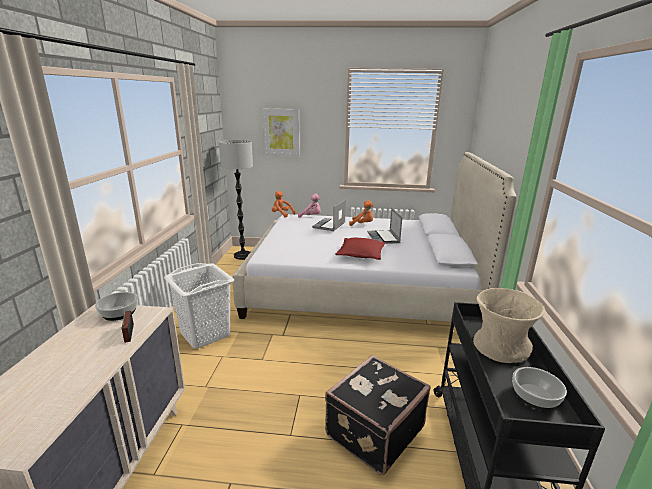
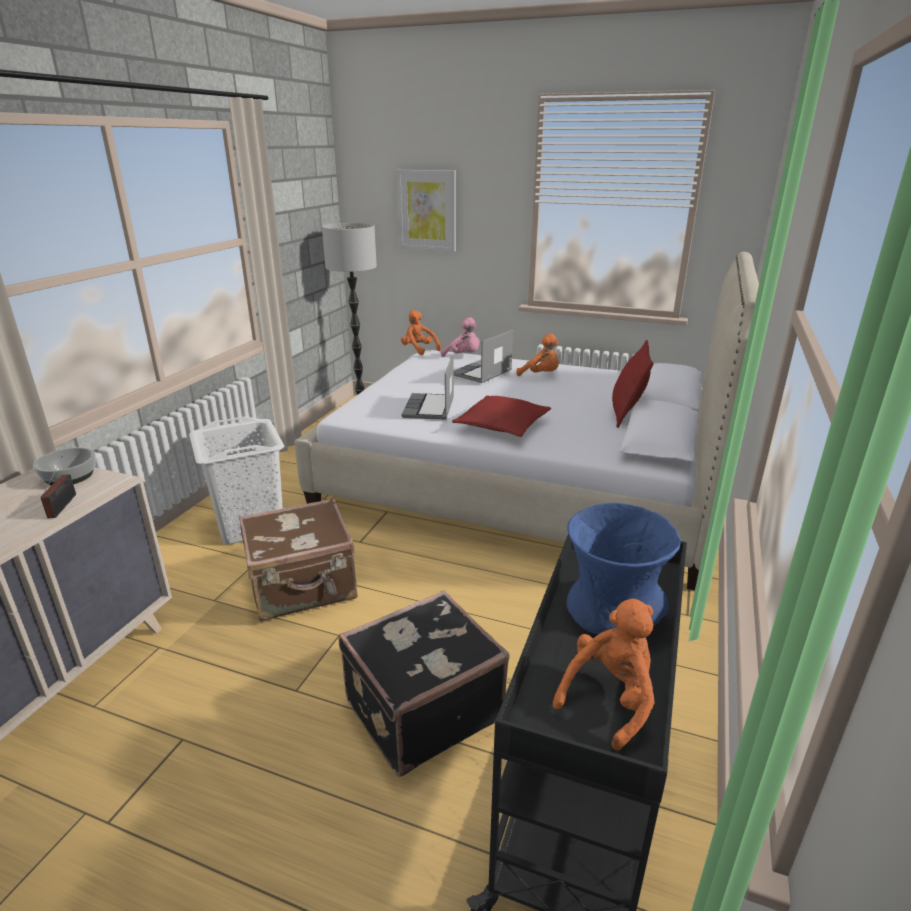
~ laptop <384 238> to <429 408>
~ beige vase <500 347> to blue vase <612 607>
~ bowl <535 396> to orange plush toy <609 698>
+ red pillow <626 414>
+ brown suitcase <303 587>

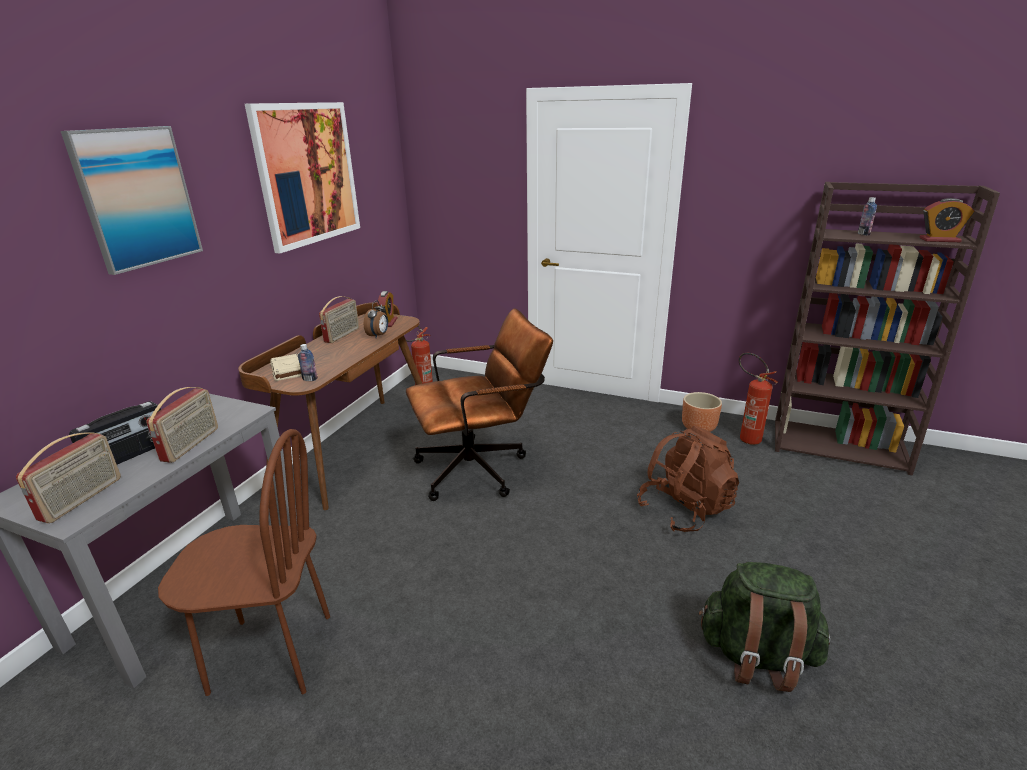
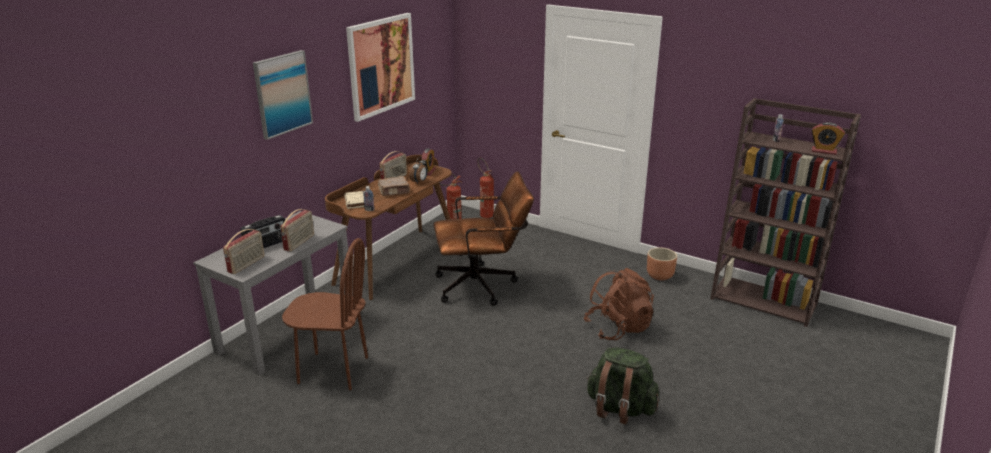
~ fire extinguisher <745 437> to <485 214>
+ brown book <394 192>

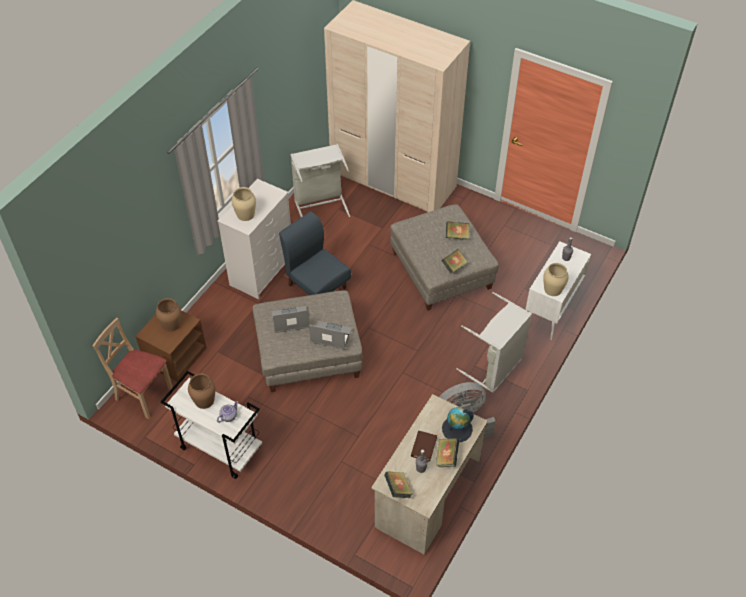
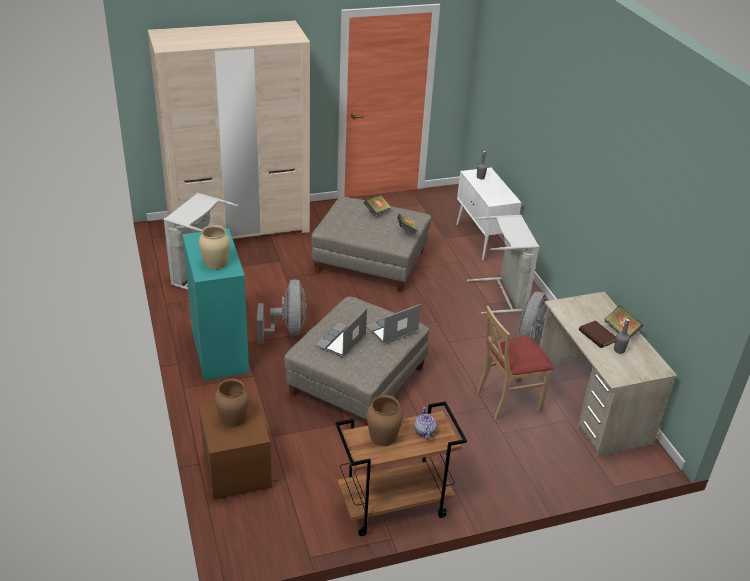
~ white dresser <262 270> to turquoise dresser <219 350>
~ blue chair <317 286> to grey fan <287 330>
- beige vase <553 289>
~ beige chair <143 395> to <508 400>
~ white cart <219 448> to brown cart <393 506>
- globe <457 429>
- book <398 489>

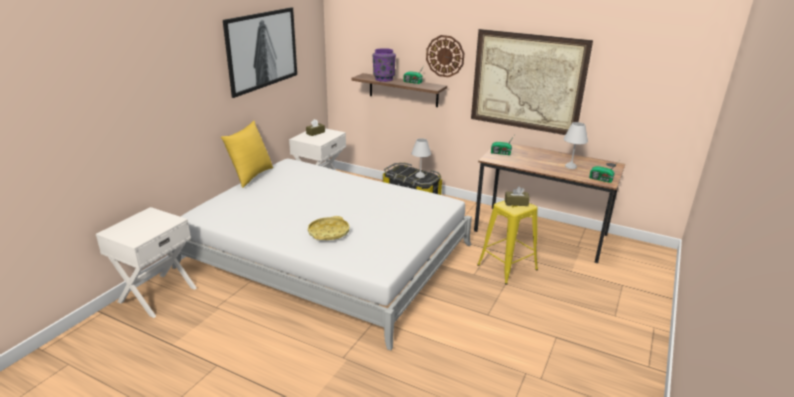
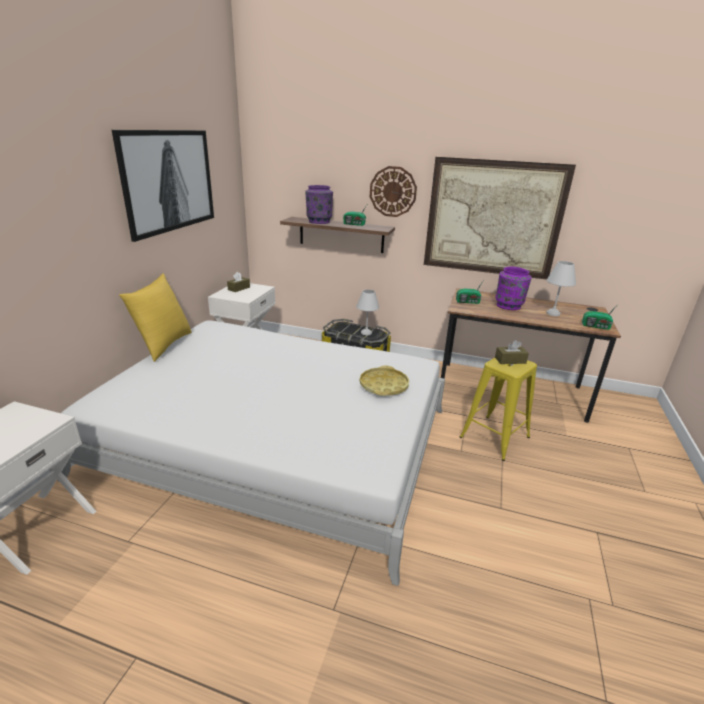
~ yellow tray <328 232> to <383 385>
+ purple vase <509 306>

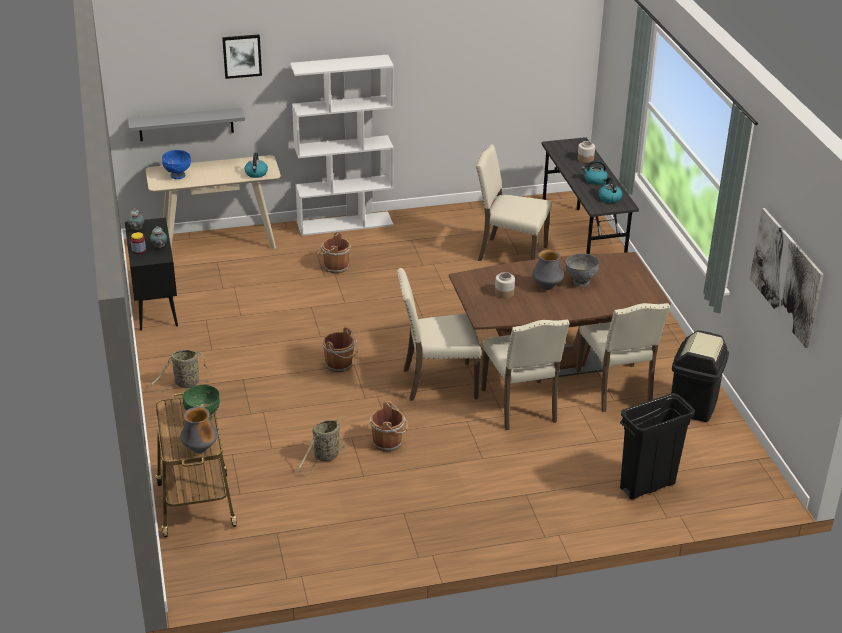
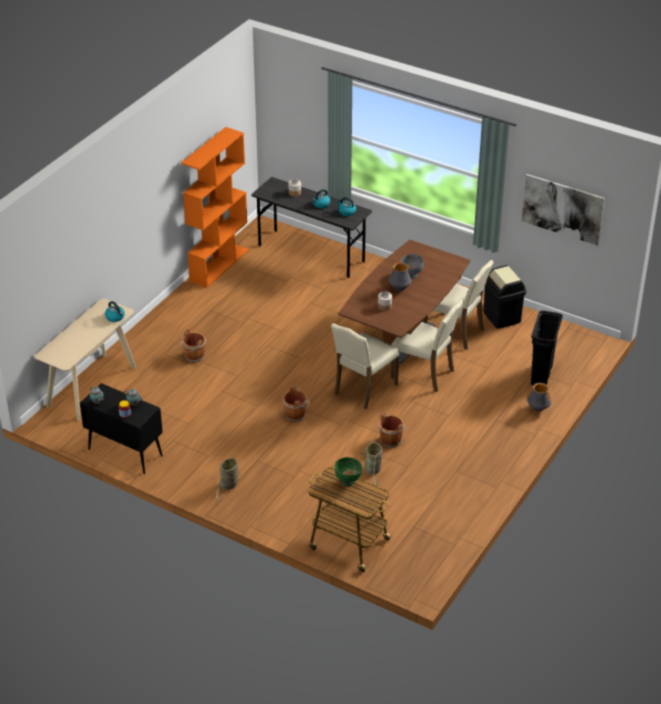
- picture <242 56>
- white bookcase <345 223>
- grey shelf <186 124>
- beige chair <510 254>
- blue bowl <177 176>
~ vase <200 449> to <538 409>
+ orange bookcase <219 265>

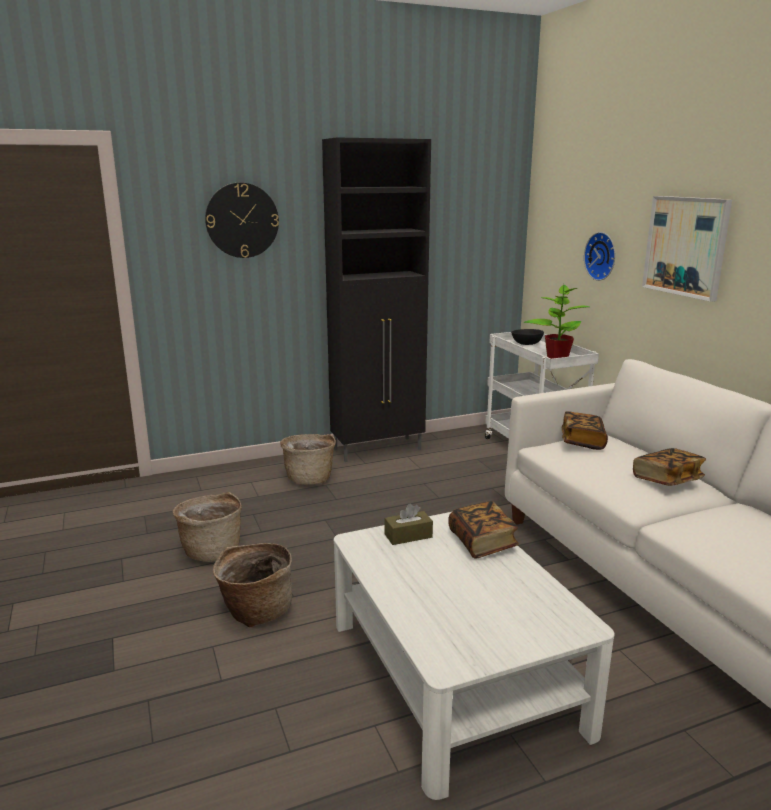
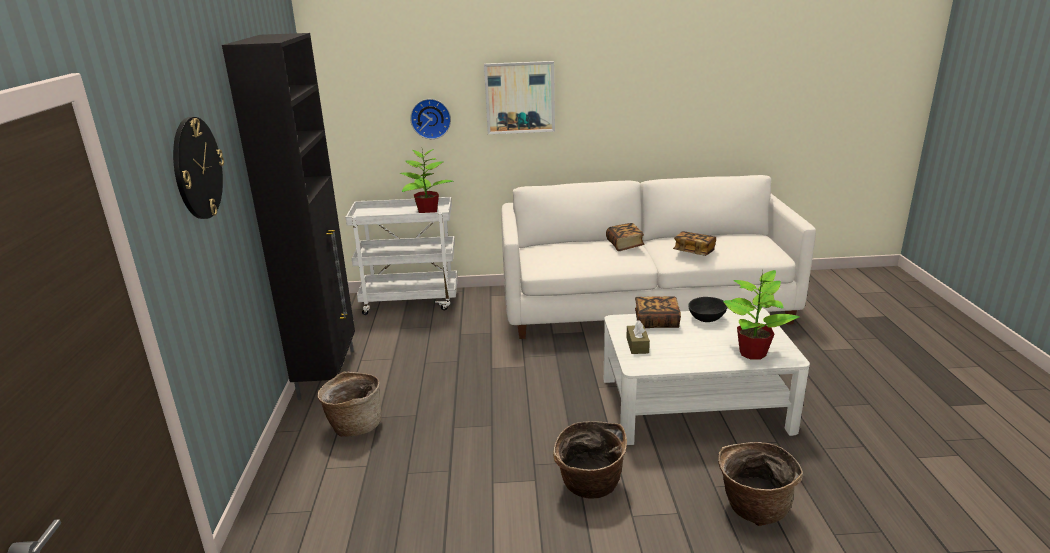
~ black bowl <527 344> to <706 318>
~ book <582 441> to <694 252>
~ basket <212 550> to <753 507>
+ potted plant <752 353>

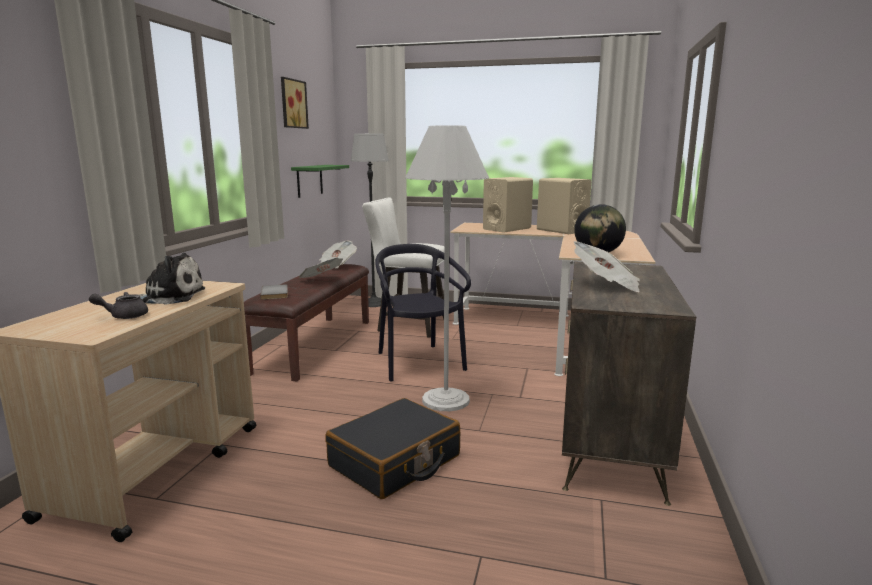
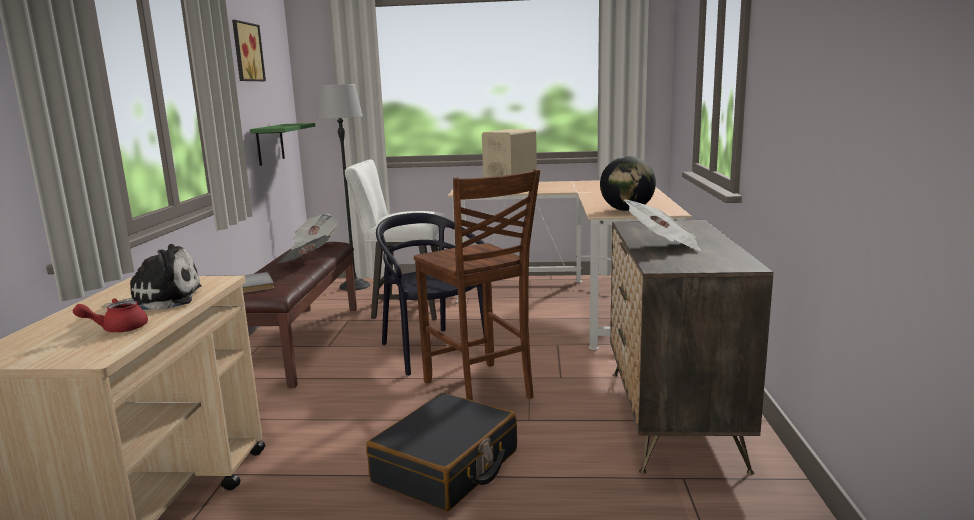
~ white floor lamp <445 400> to brown chair <479 390>
- beige speaker <561 230>
~ grey teapot <124 316> to red teapot <118 329>

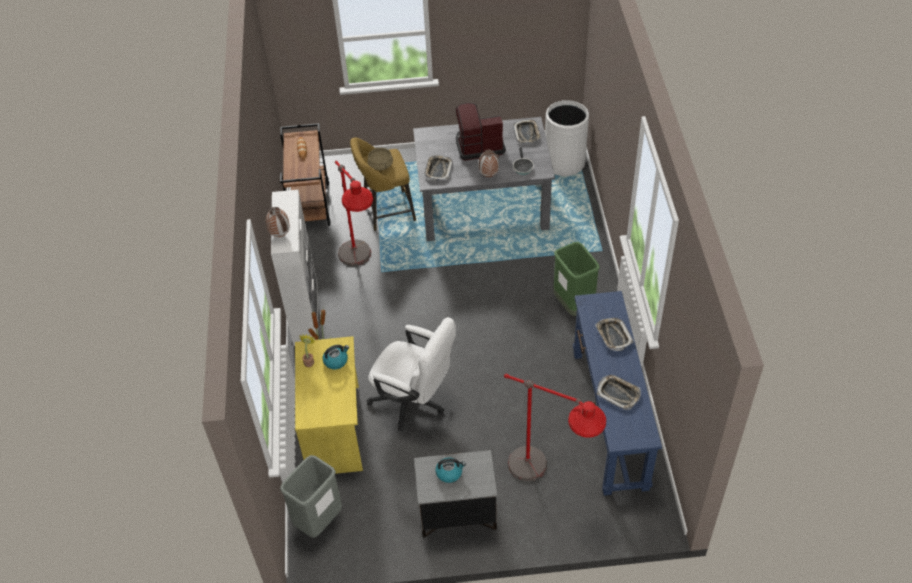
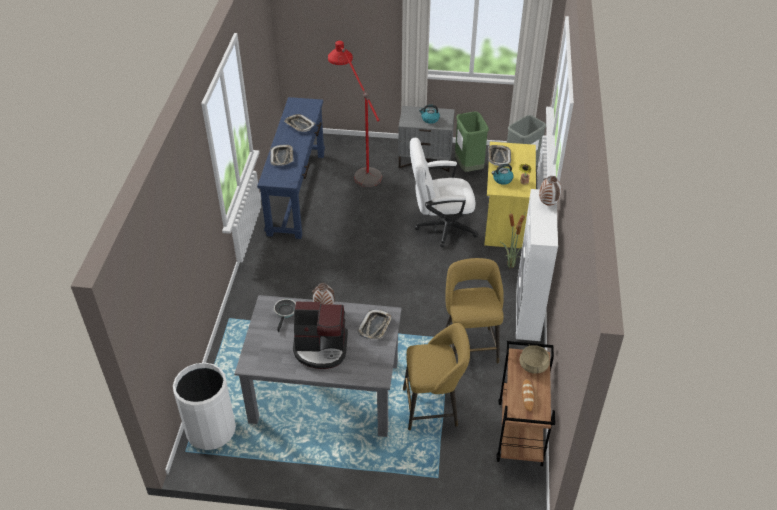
~ tray <527 133> to <498 157>
~ beige cooking pot <381 165> to <533 365>
~ red floor lamp <361 269> to yellow stool <470 344>
~ green trash can <573 305> to <468 167>
~ white office chair <414 402> = <440 227> 45 degrees counterclockwise

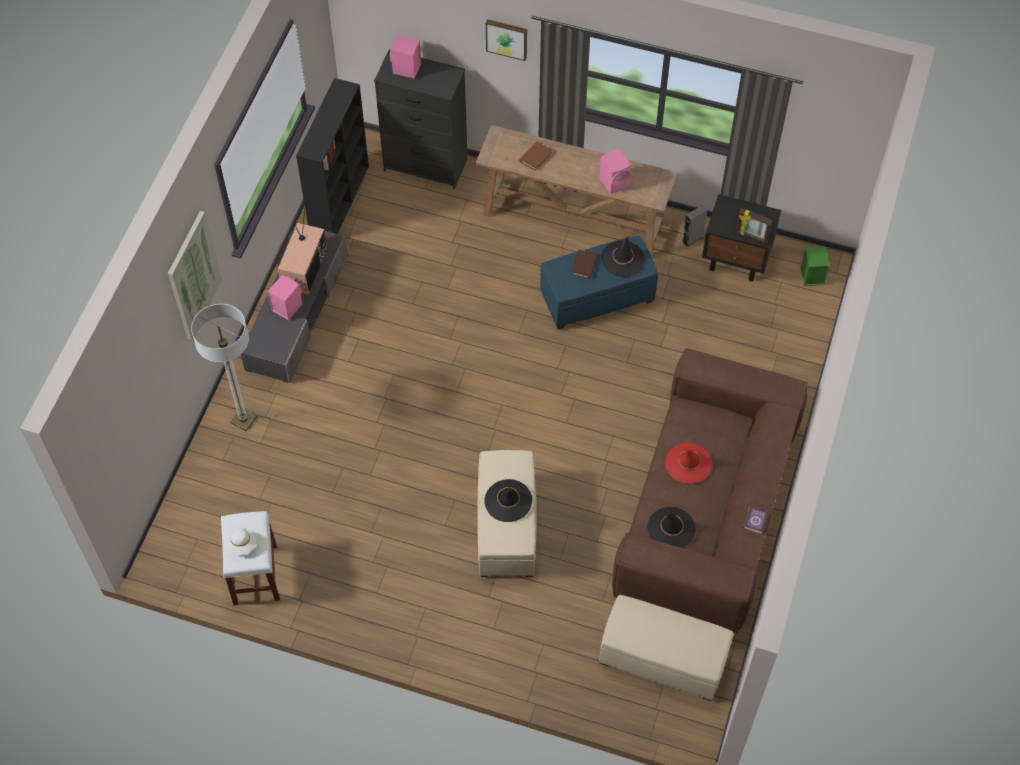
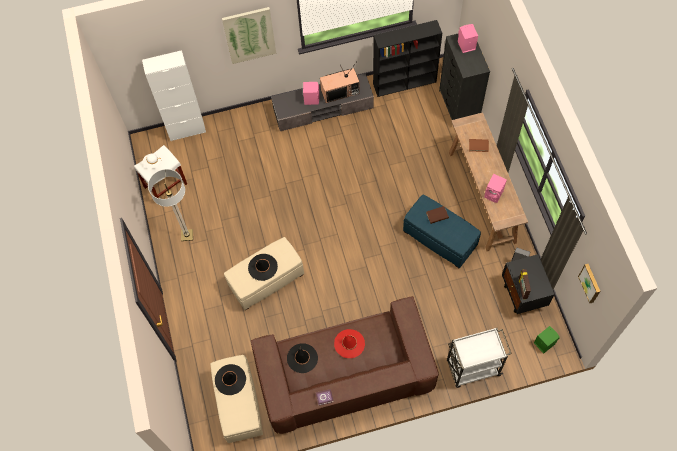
~ picture <507 38> to <590 283>
~ black hat <622 259> to <230 379>
~ floor lamp <243 420> to <187 235>
+ white cabinet <186 130>
+ white cart <472 368>

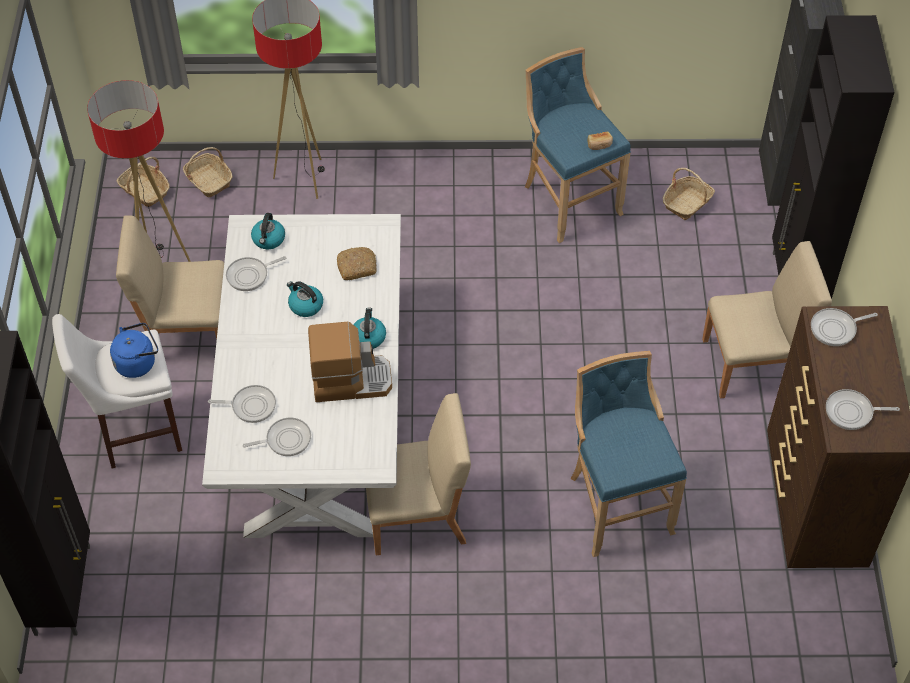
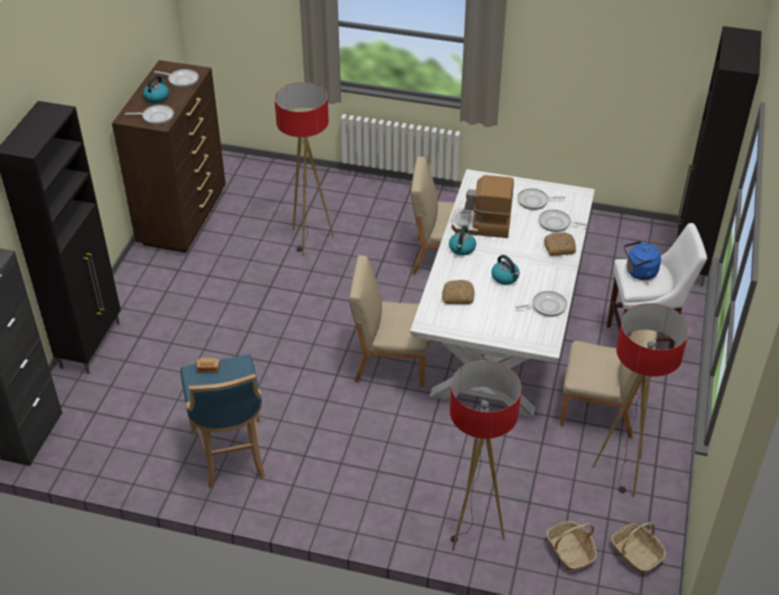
- basket <687 203>
~ kettle <268 239> to <157 97>
~ beige chair <753 363> to <391 362>
~ blue stool <616 503> to floor lamp <309 240>
+ bread <559 248>

